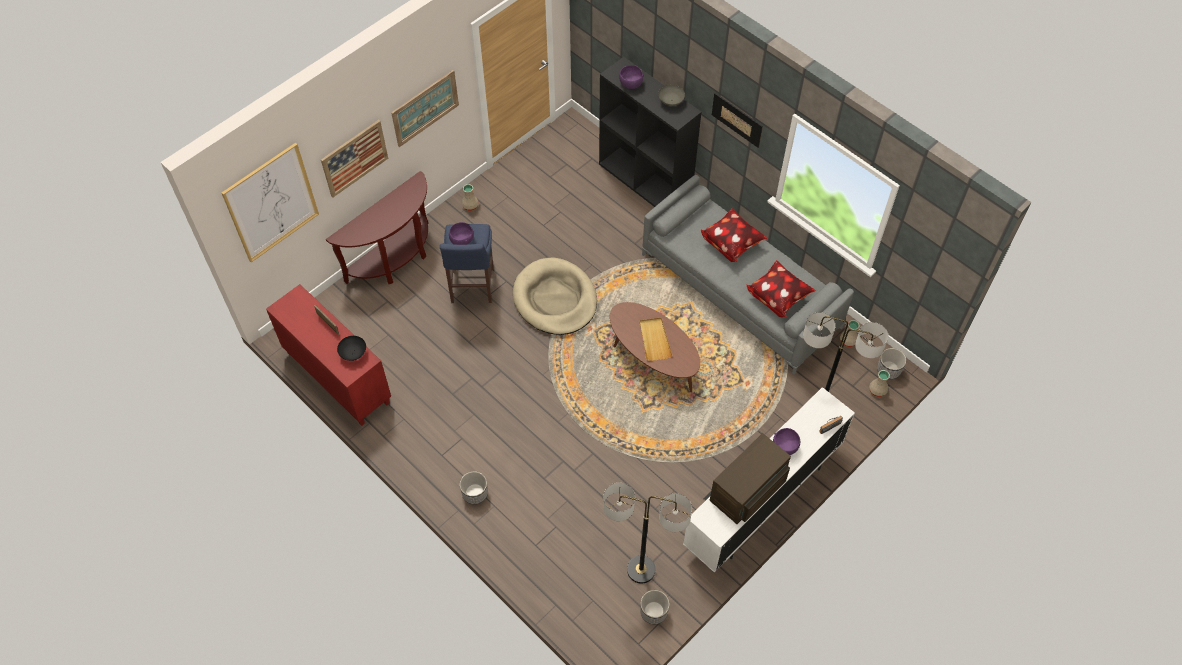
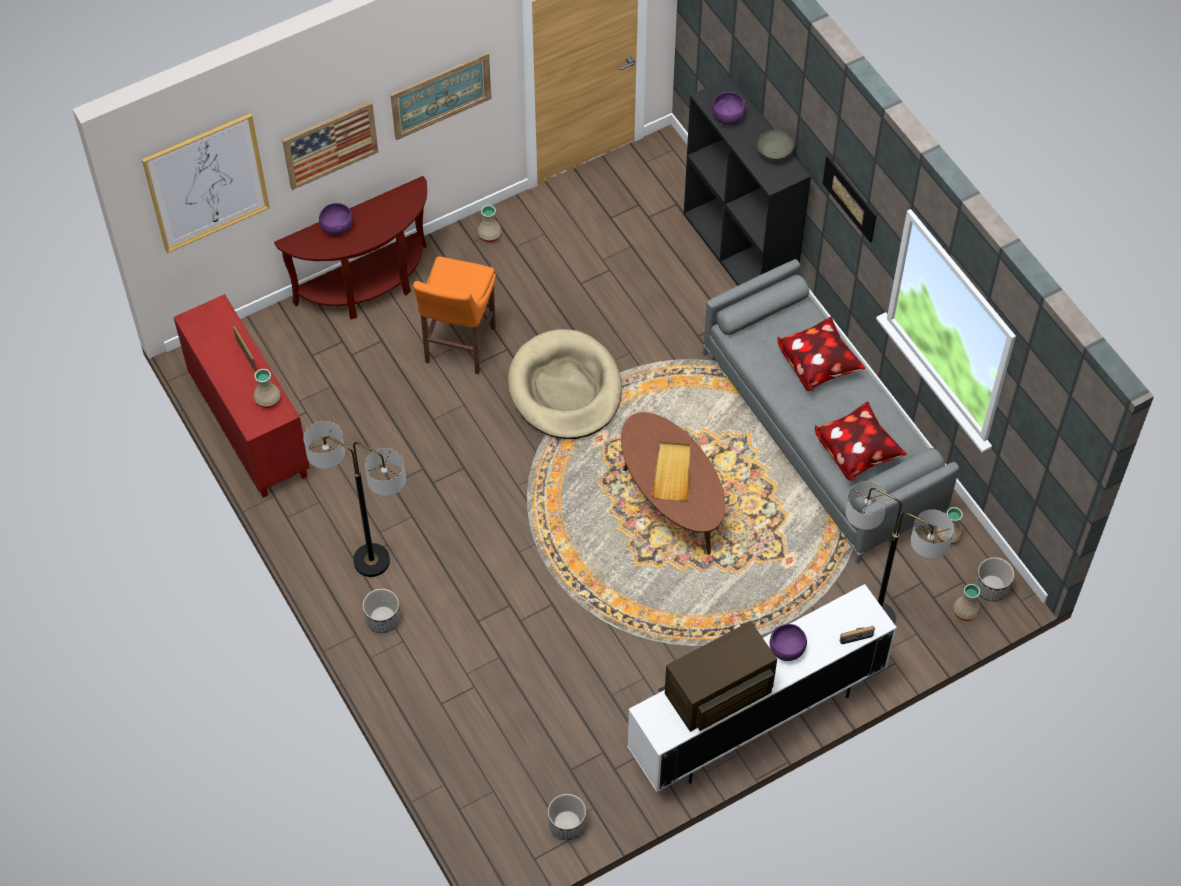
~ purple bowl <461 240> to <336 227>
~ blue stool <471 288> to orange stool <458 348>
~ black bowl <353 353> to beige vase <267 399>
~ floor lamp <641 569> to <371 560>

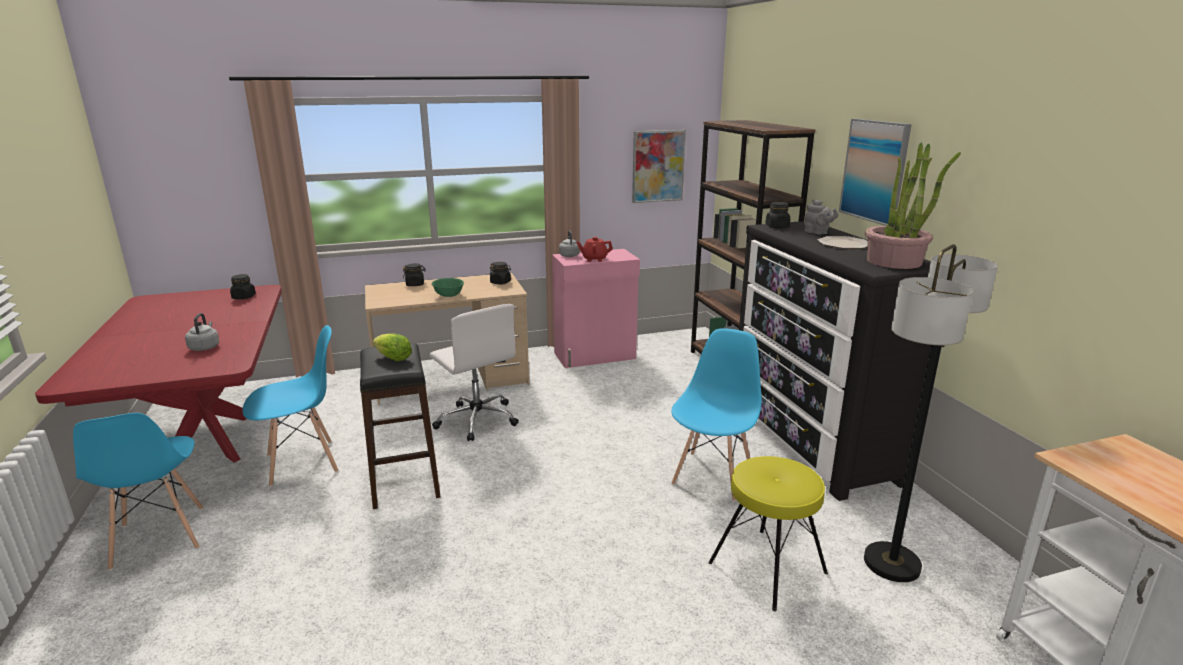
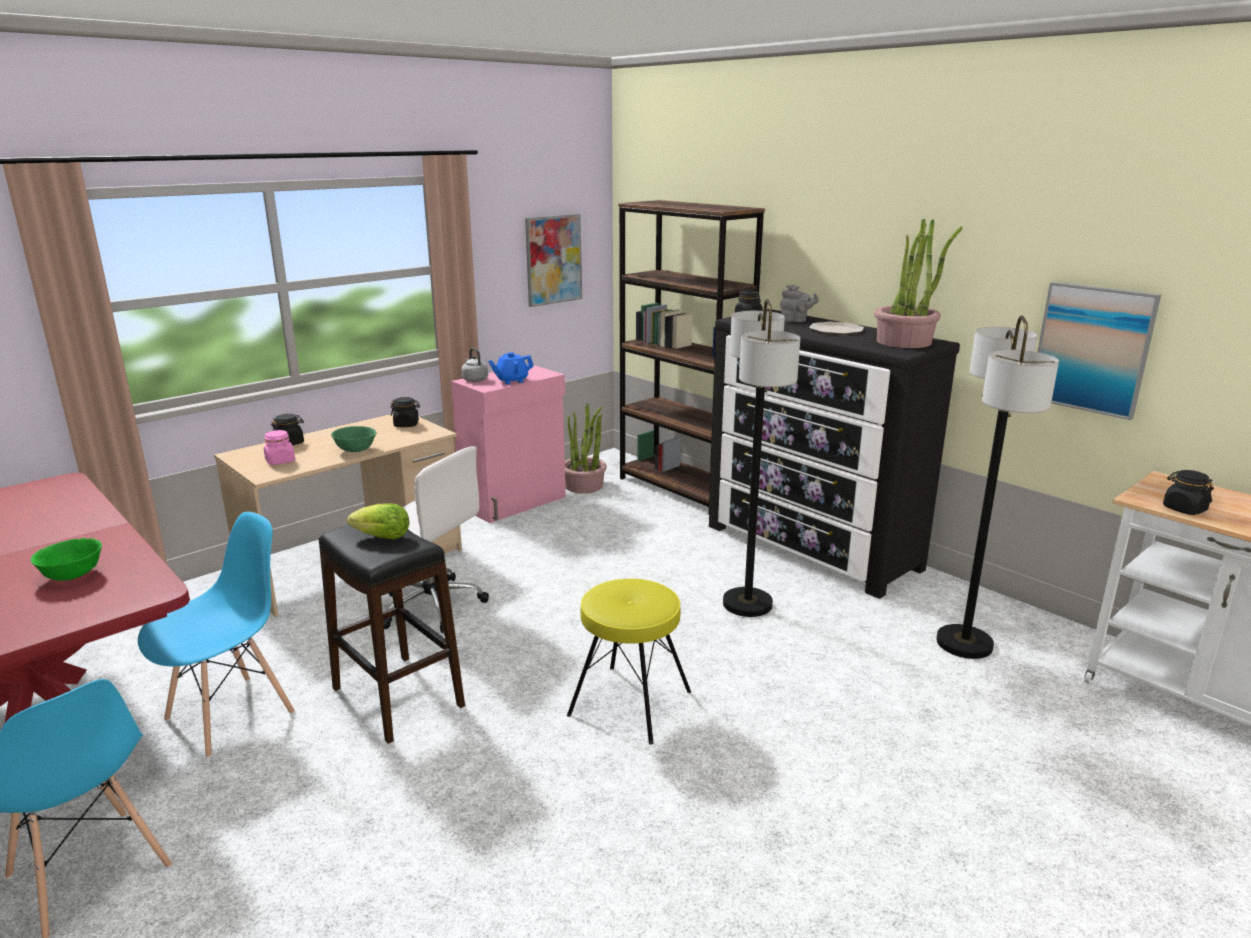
~ picture <874 171> to <1092 349>
~ red teapot <594 259> to blue teapot <511 381>
~ black jar <244 297> to <1184 509>
~ grey kettle <205 347> to green bowl <72 575>
~ blue chair <713 475> to floor lamp <747 604>
~ yellow stool <767 568> to <630 703>
+ potted plant <584 486>
+ pink jar <280 461>

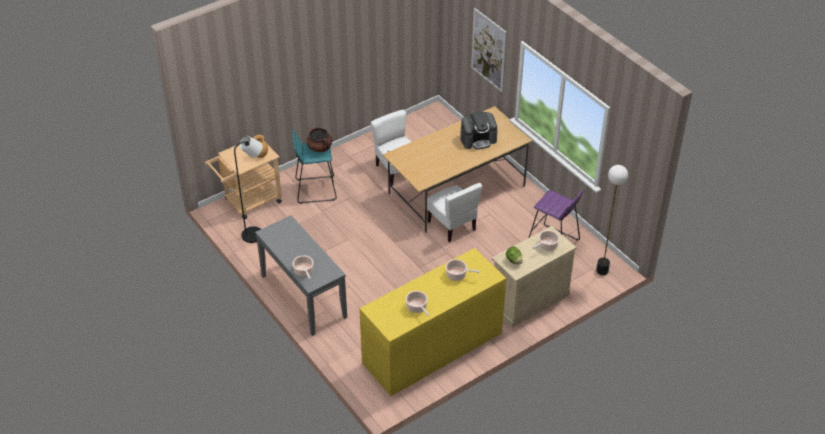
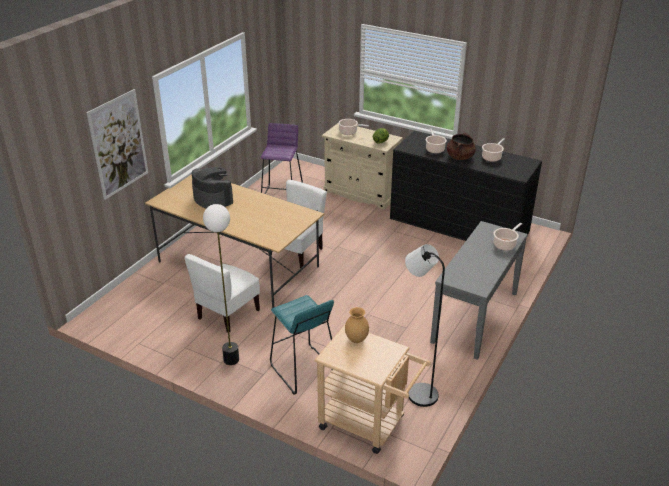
~ brown cooking pot <320 147> to <460 157>
~ floor lamp <602 270> to <231 359>
~ yellow dresser <432 348> to black dresser <459 225>

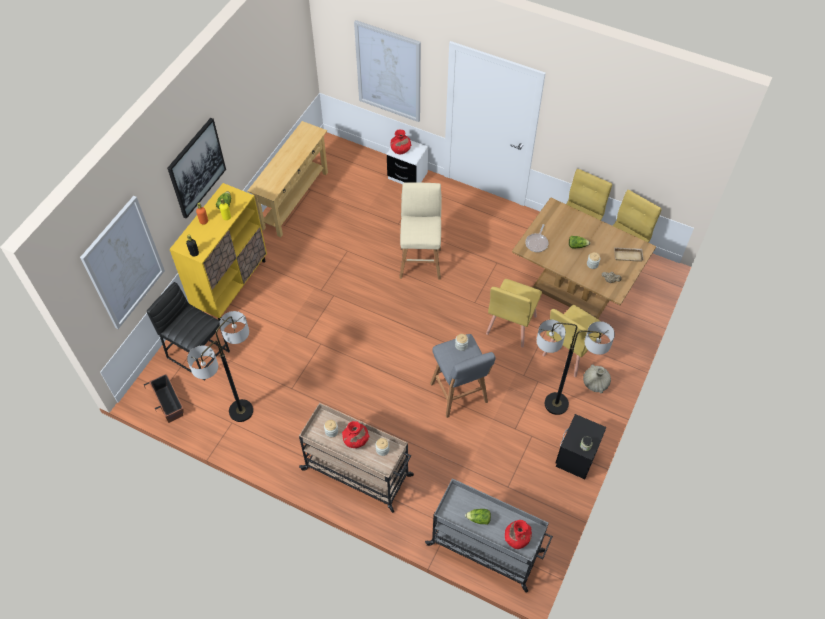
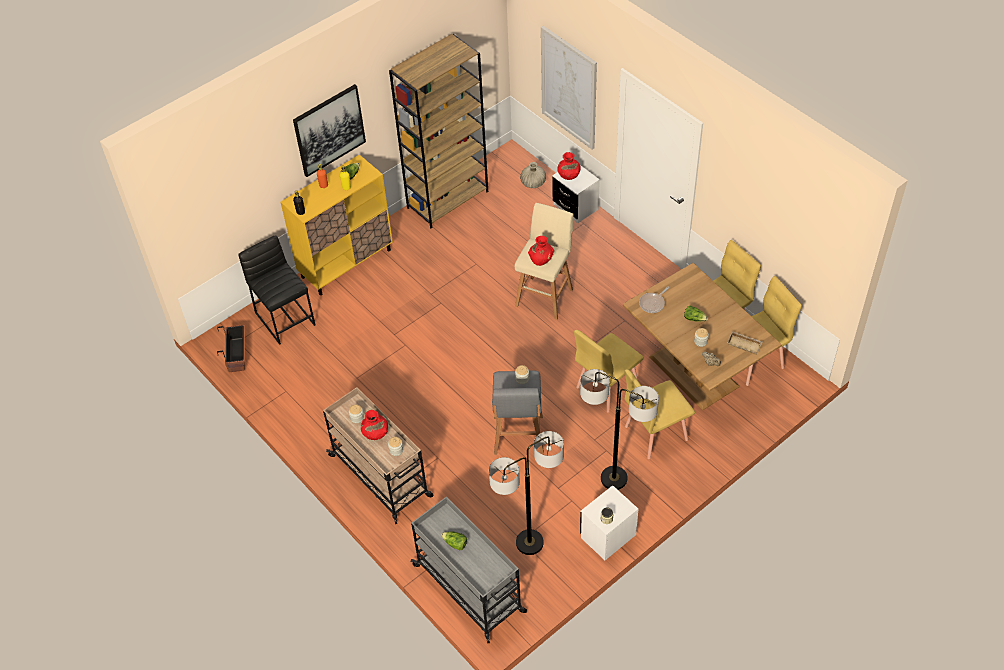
~ beige console table <294 200> to brown bookcase <448 199>
- picture <124 263>
~ floor lamp <241 411> to <529 542>
~ beige vase <595 383> to <533 183>
~ black nightstand <576 456> to white nightstand <608 536>
~ red vase <517 538> to <541 259>

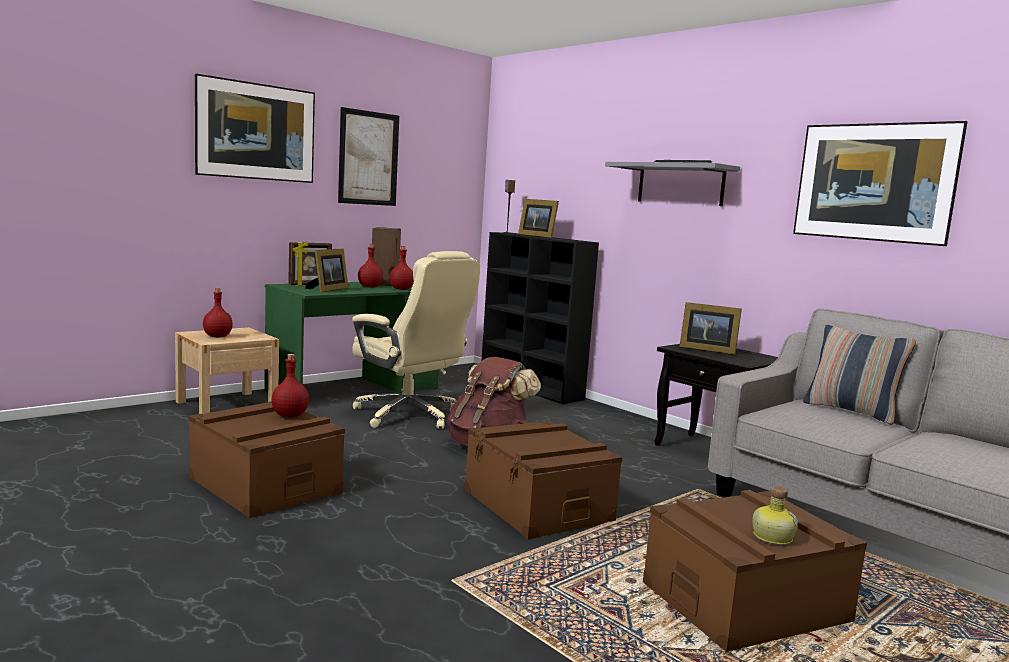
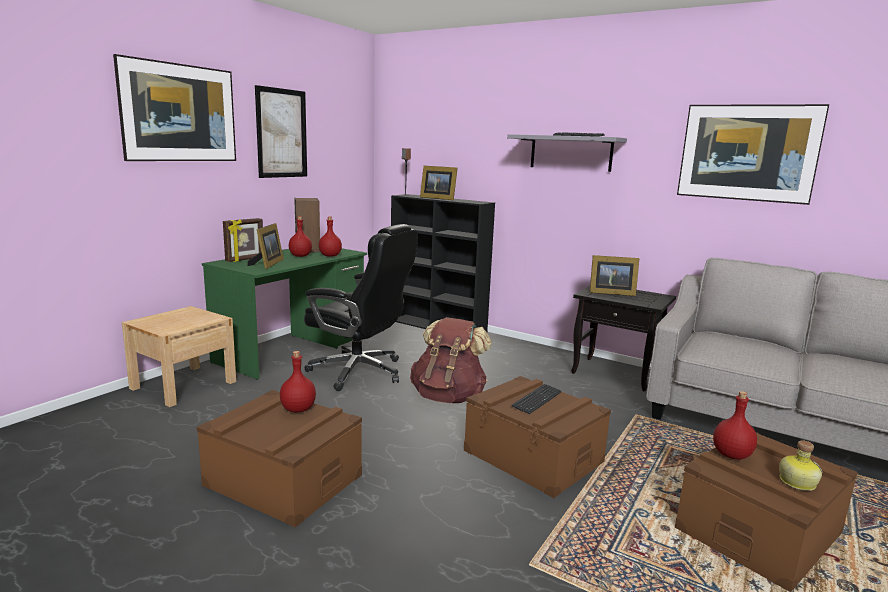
~ beige office chair <409 415> to black office chair <359 372>
~ red bottle <217 336> to <731 454>
- pillow <851 411>
+ keyboard <537 400>

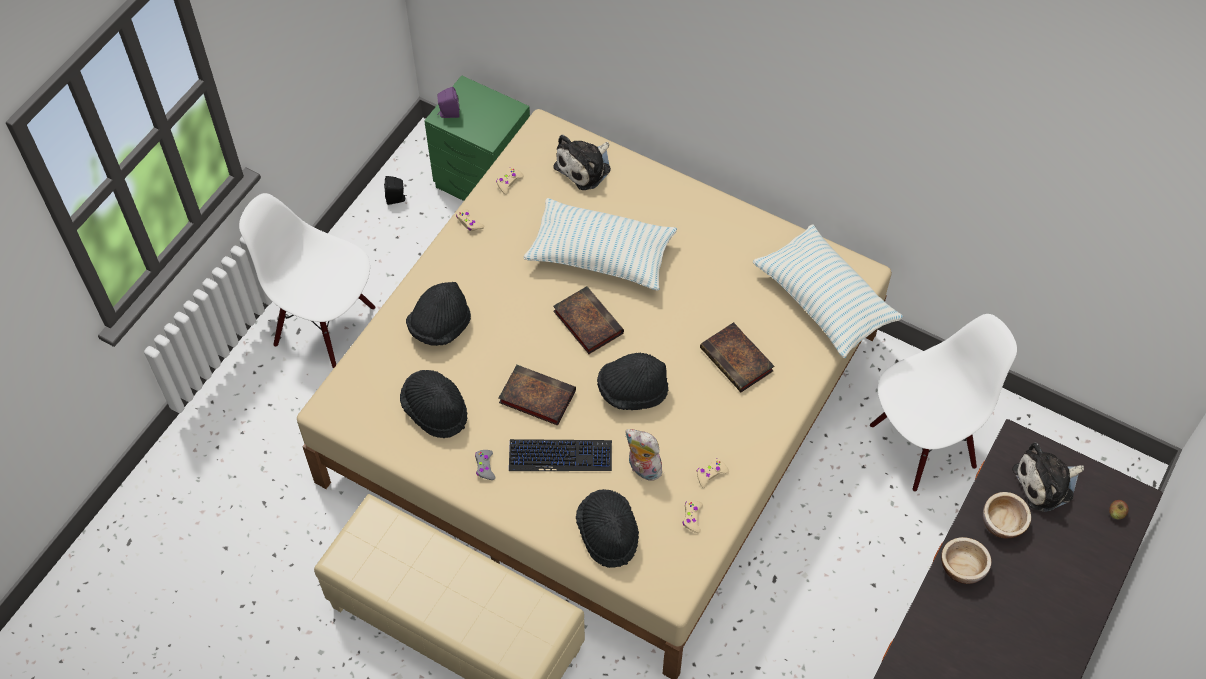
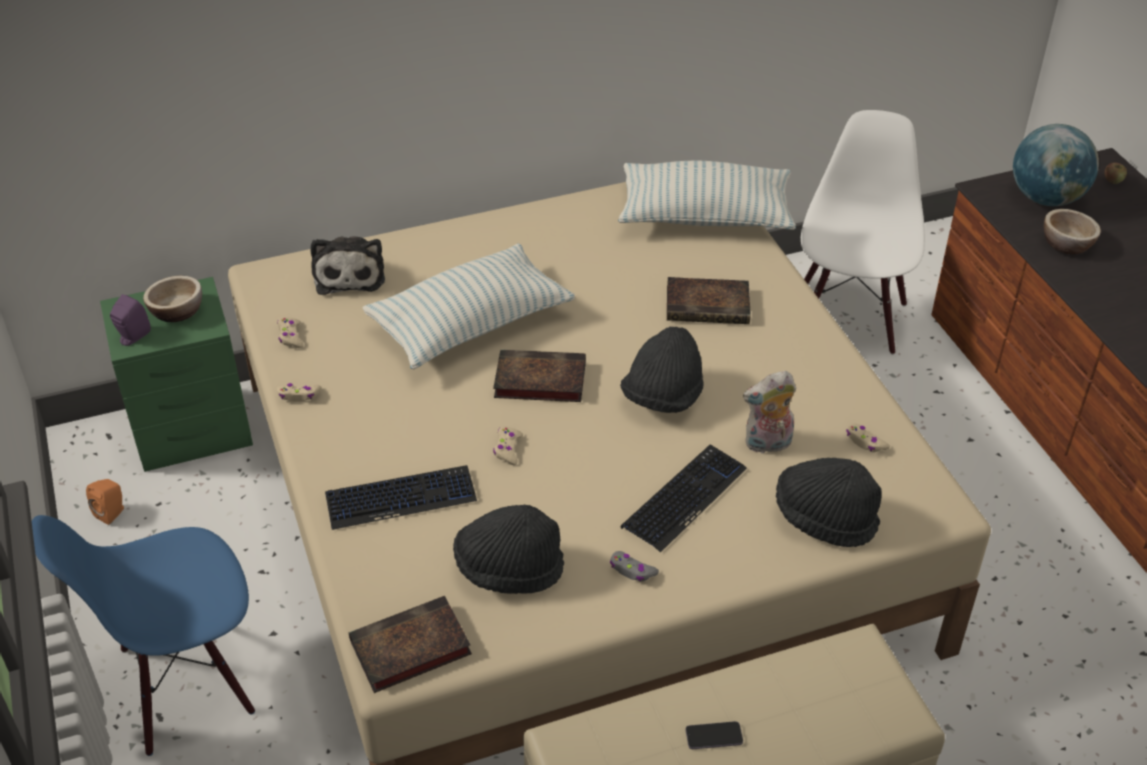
~ black speaker <396 199> to orange speaker <112 513>
~ white chair <325 325> to blue chair <185 684>
~ black hat <440 326> to keyboard <401 498>
~ book <535 397> to <408 650>
~ plush toy <1046 483> to globe <1046 198>
~ beige game controller <711 474> to <507 449>
~ bowl <962 567> to <177 311>
+ phone <714 736>

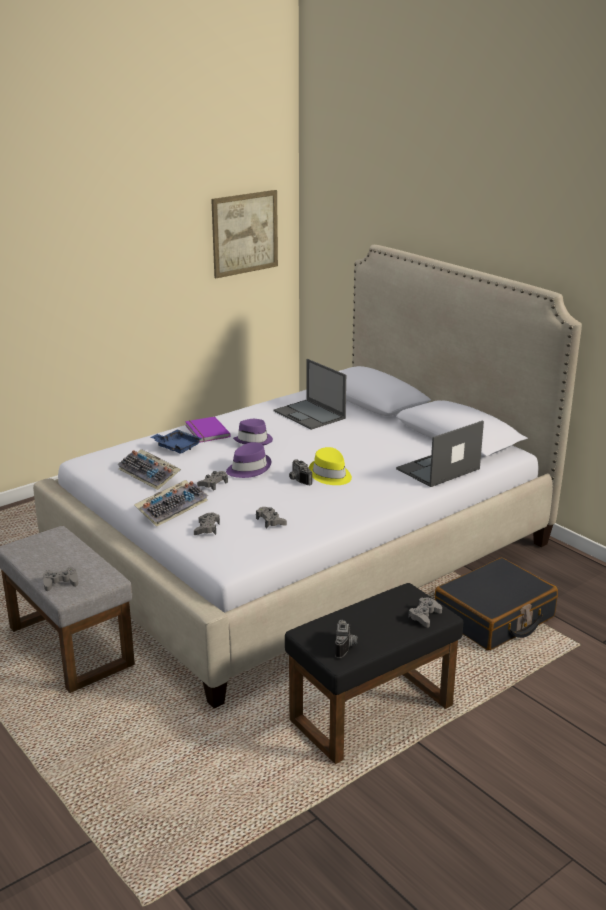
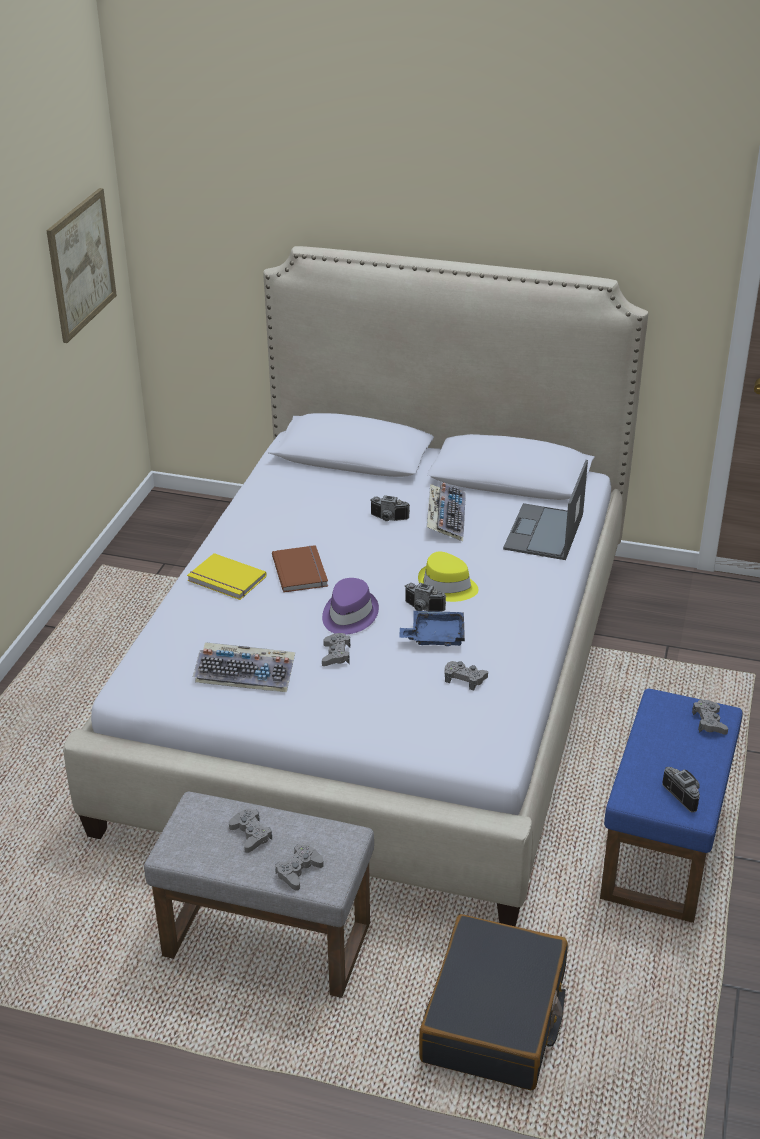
- laptop <310 415>
~ purple book <206 432> to yellow book <226 580>
~ purple hat <254 440> to brown book <302 571>
~ blue tray <177 447> to <435 636>
~ keyboard <172 508> to <445 517>
~ grey game controller <207 528> to <251 834>
~ black suitcase <494 618> to <495 1017>
~ black ottoman <371 715> to blue ottoman <664 850>
+ photo camera <388 519>

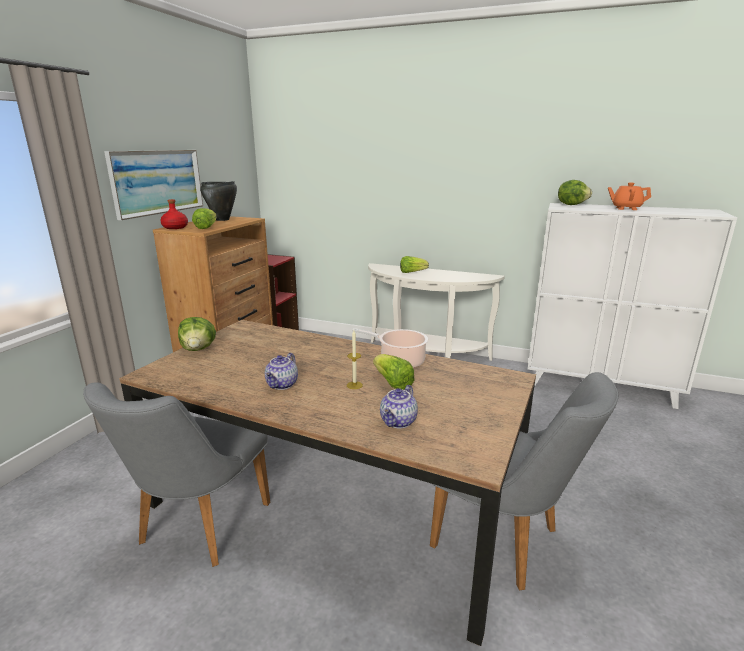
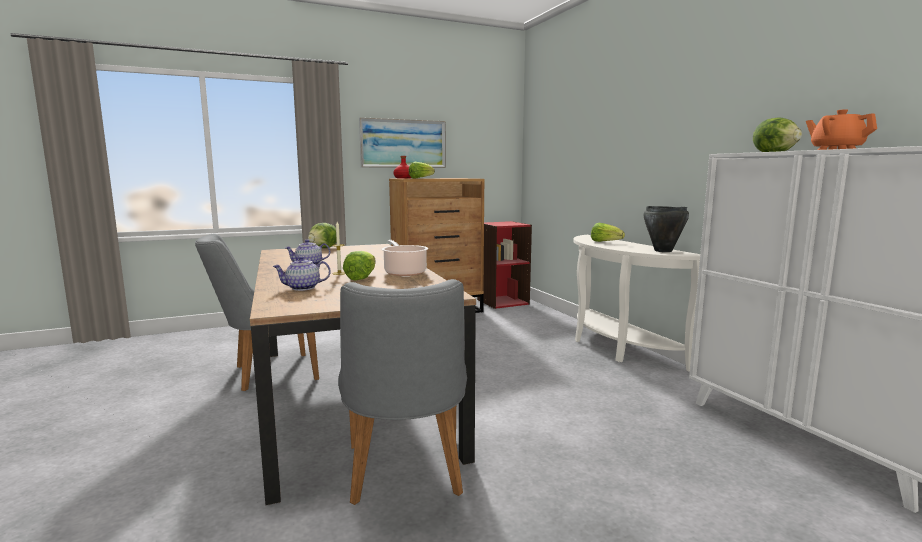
~ black cooking pot <222 219> to <663 251>

